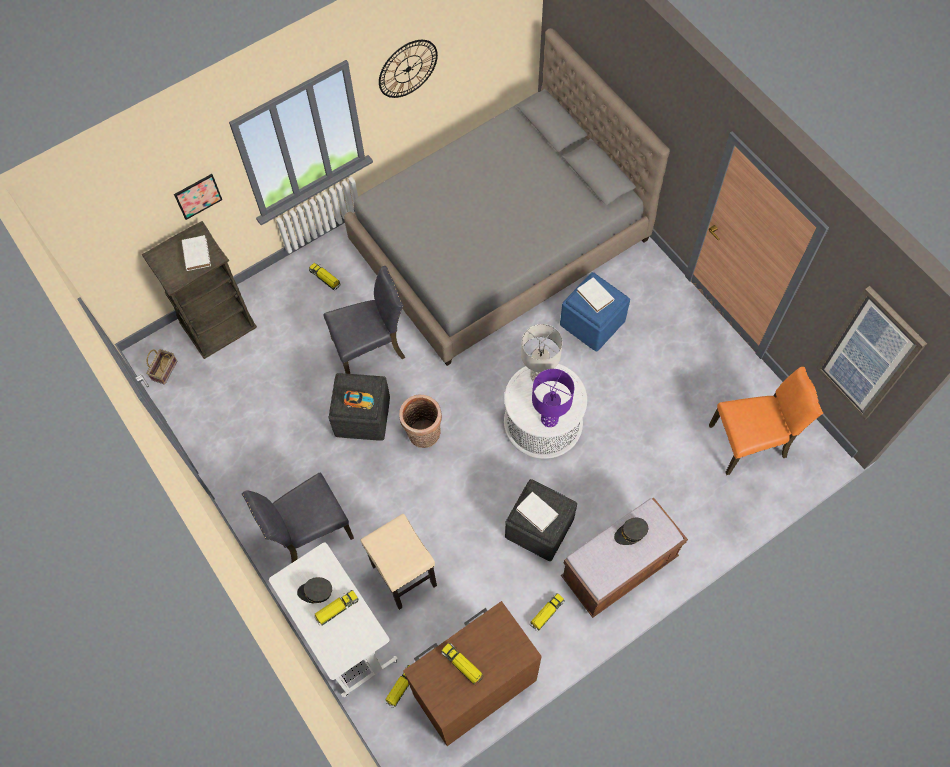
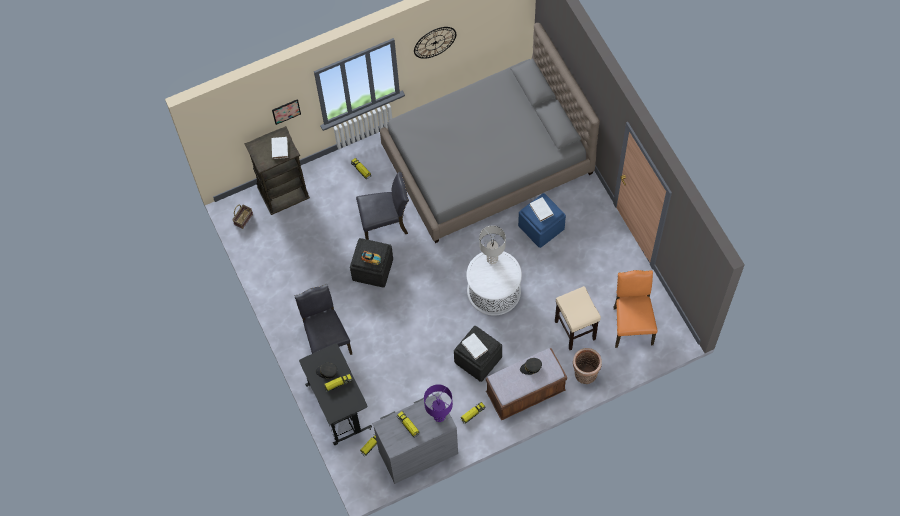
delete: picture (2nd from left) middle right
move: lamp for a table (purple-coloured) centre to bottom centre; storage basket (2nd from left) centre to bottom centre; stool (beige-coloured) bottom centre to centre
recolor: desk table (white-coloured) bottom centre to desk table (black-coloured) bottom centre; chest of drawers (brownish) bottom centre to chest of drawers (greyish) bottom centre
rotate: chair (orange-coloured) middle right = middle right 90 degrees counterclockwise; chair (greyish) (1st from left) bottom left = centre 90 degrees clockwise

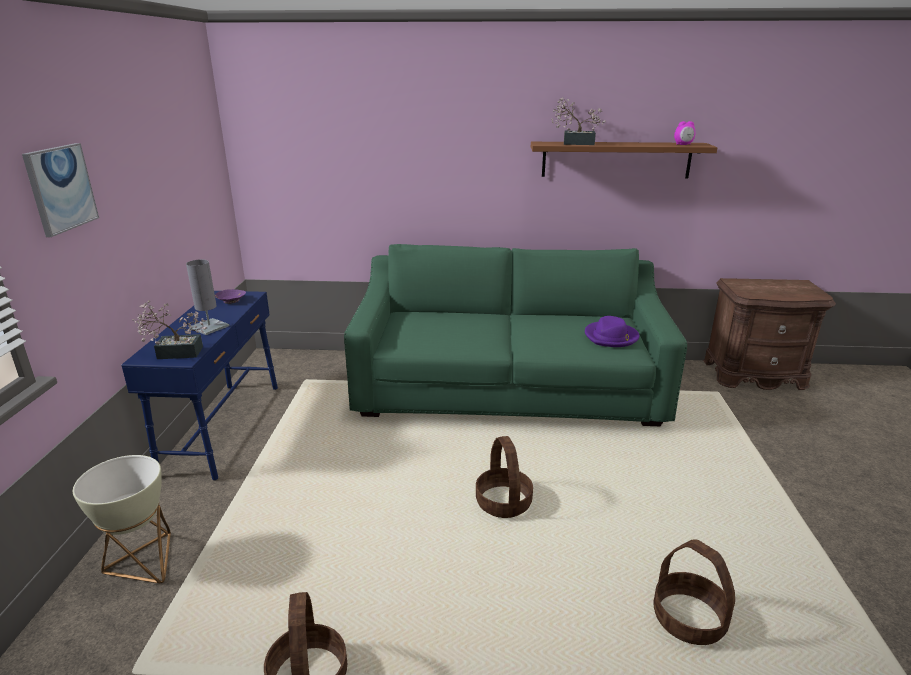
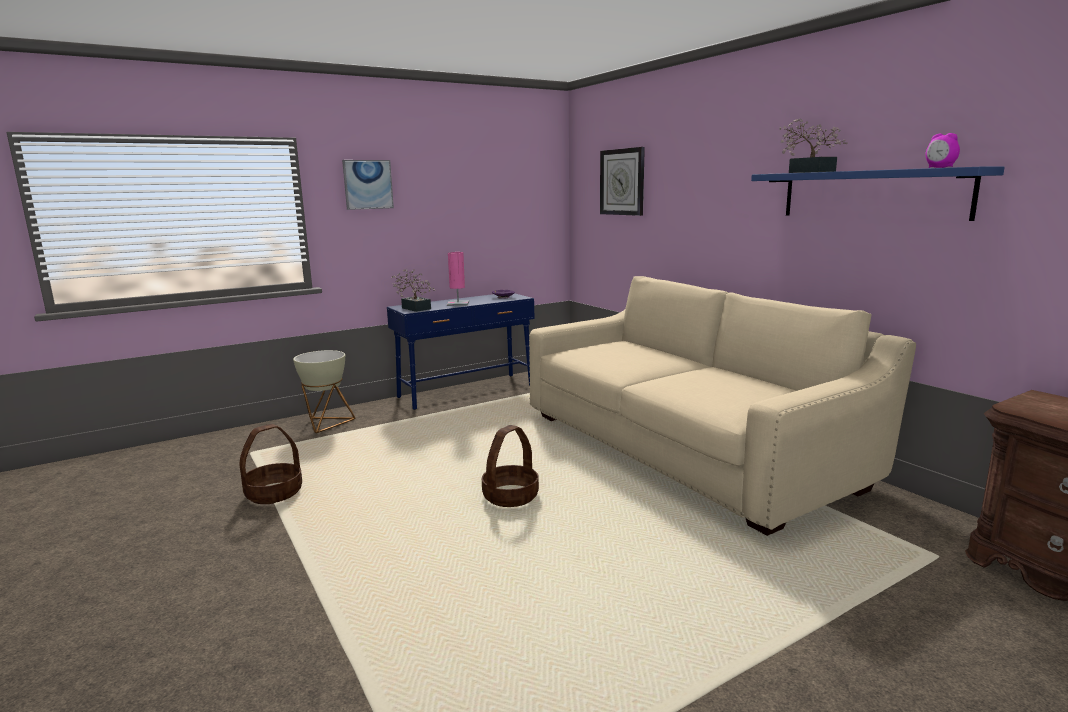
delete: wearable hat (purple-coloured) middle right; storage basket (3rd from left) bottom right
insert: wall clock top centre
recolor: bracket shelf (brownish) top right to bracket shelf (blue) top right; sofa (greenish) centre to sofa (beige-coloured) middle right; lamp for a table (greyish) middle left to lamp for a table (pinkish) centre

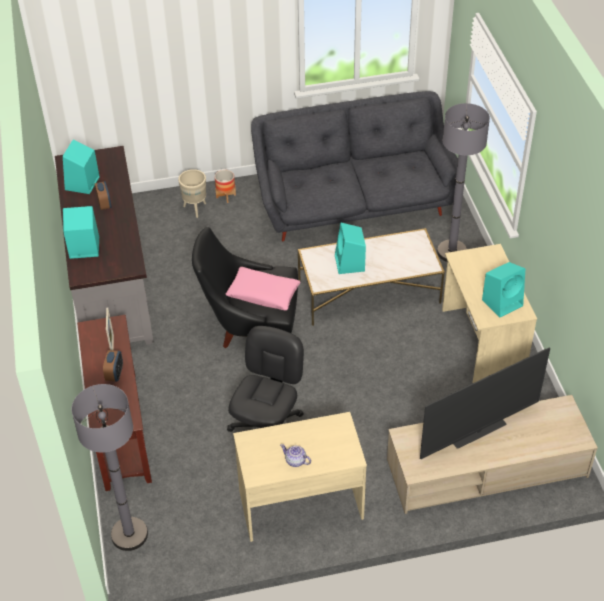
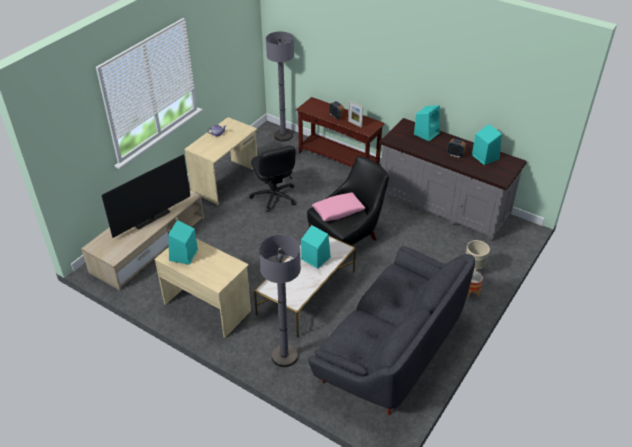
rotate: TV set bottom right = middle left 150 degrees counterclockwise

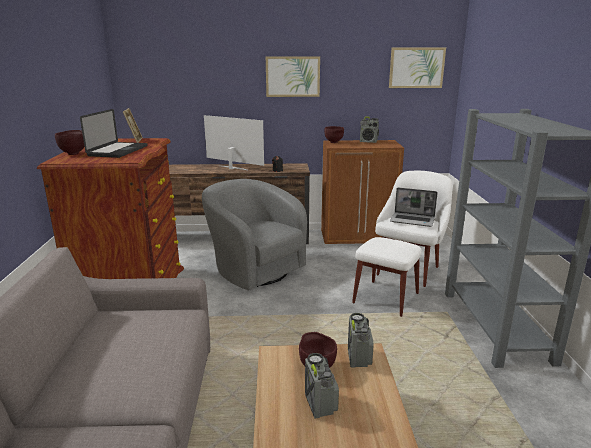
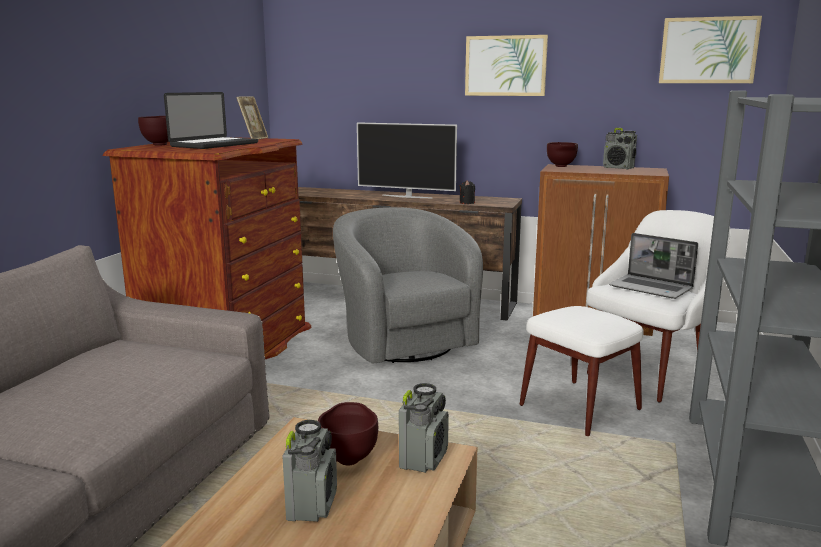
rotate: TV set top centre = top centre 150 degrees clockwise

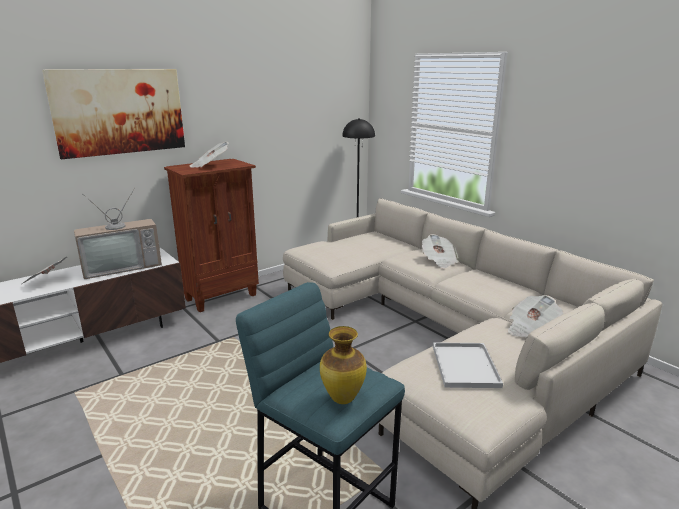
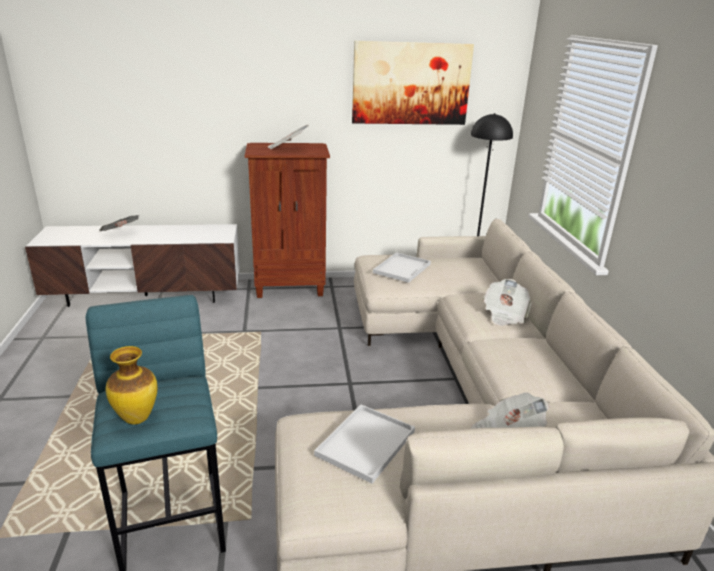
delete: TV set middle left
insert: serving tray (white-coloured) (2nd from left) centre
move: picture top left to top centre

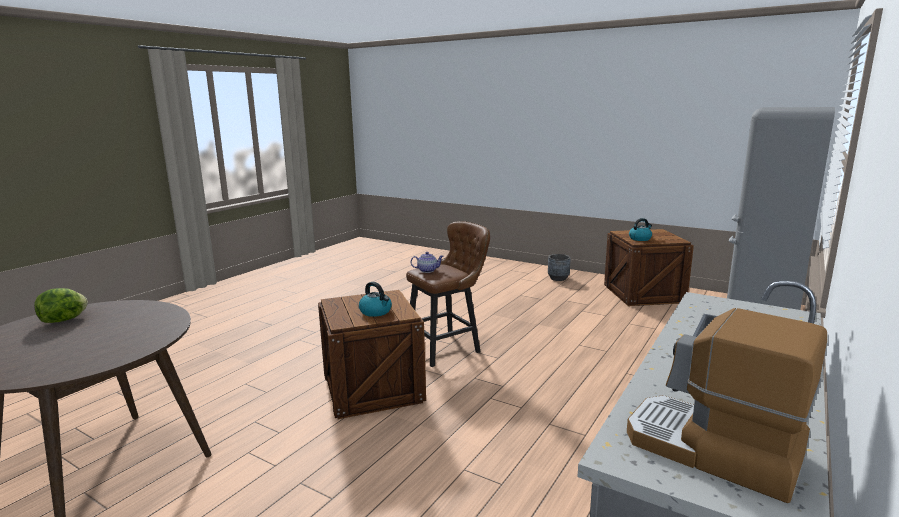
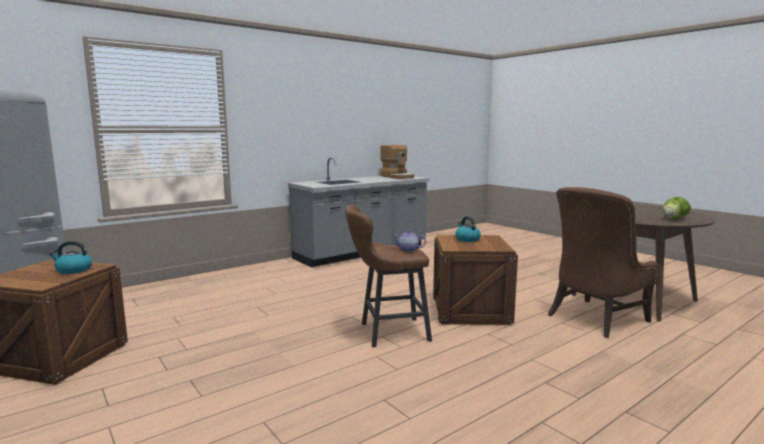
delete: flower pot (greyish) centre
insert: chair (brownish) middle right

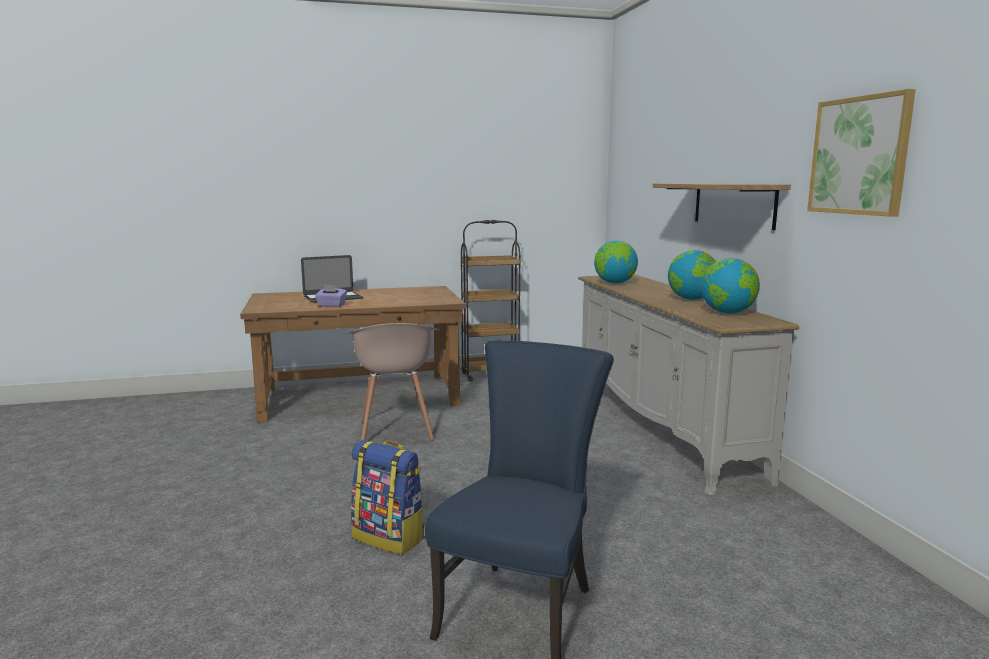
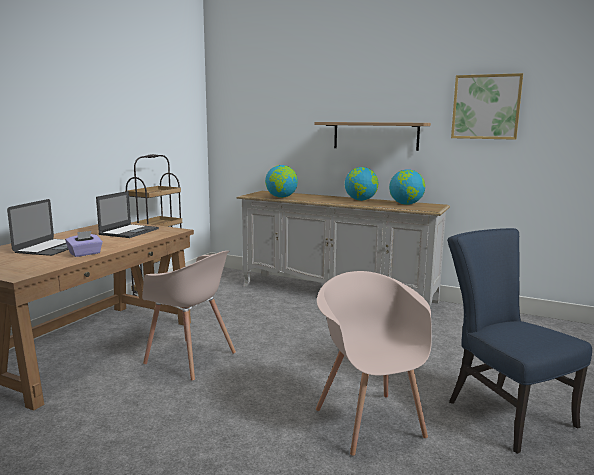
insert: portable computer (2nd from left) middle left
replace: backpack bottom centre to chair (beige-coloured) (2nd from left) bottom centre

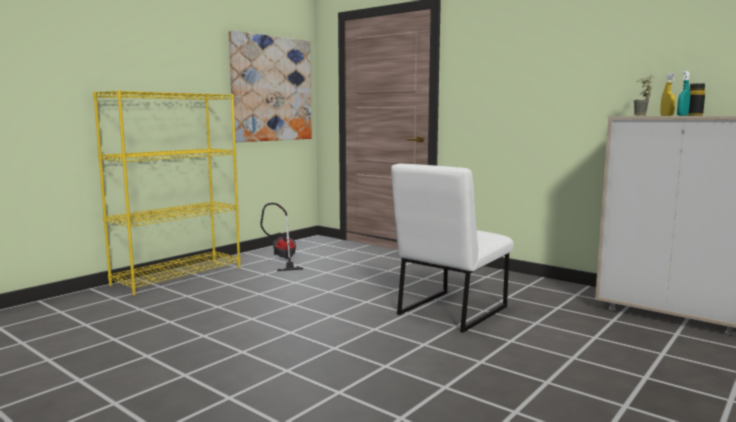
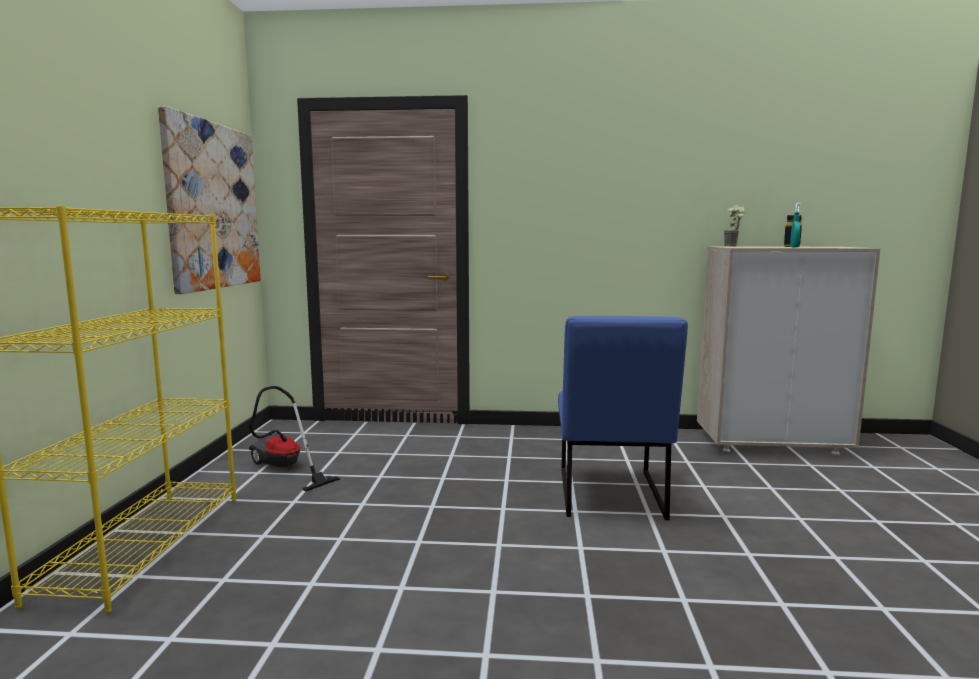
delete: spray bottle (yellow-coloured) top right
recolor: chair (white-coloured) centre to chair (blue) centre

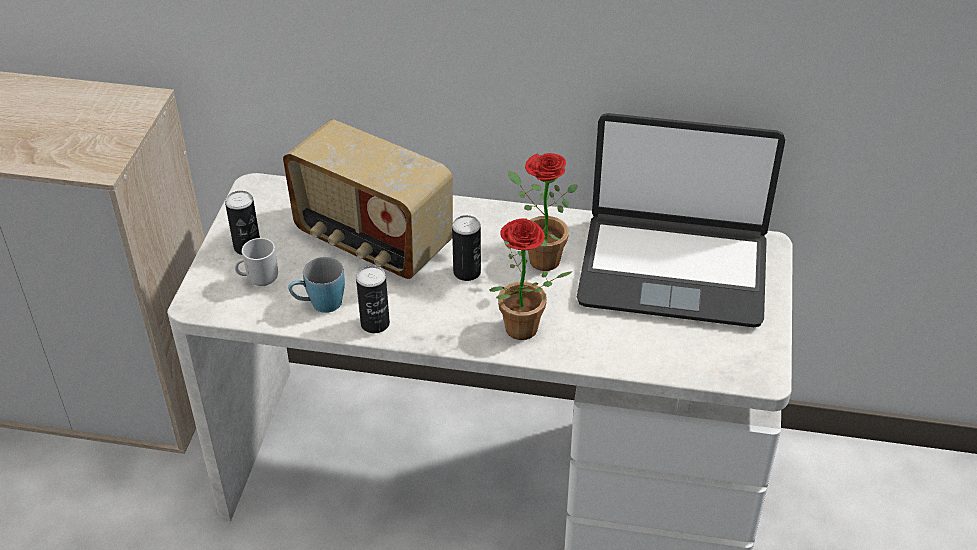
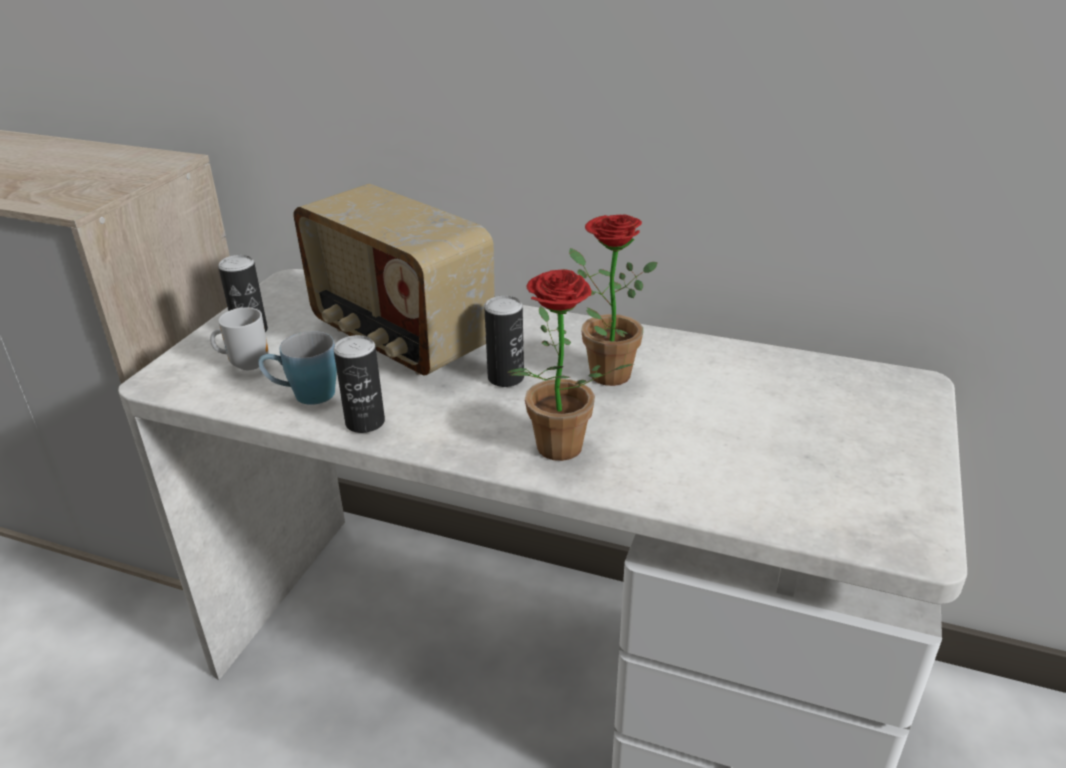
delete: portable computer middle right

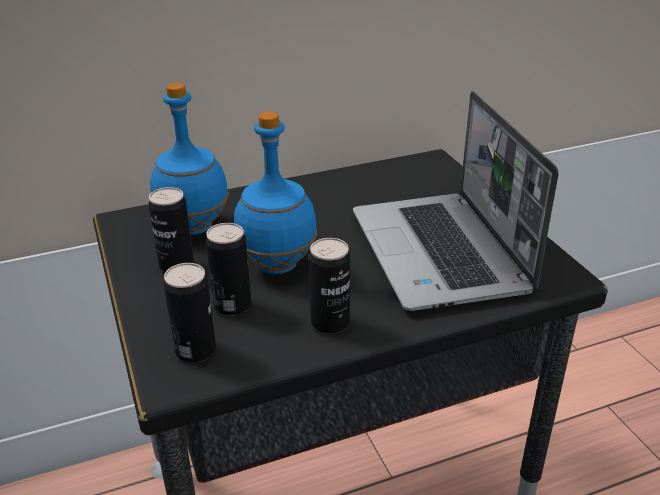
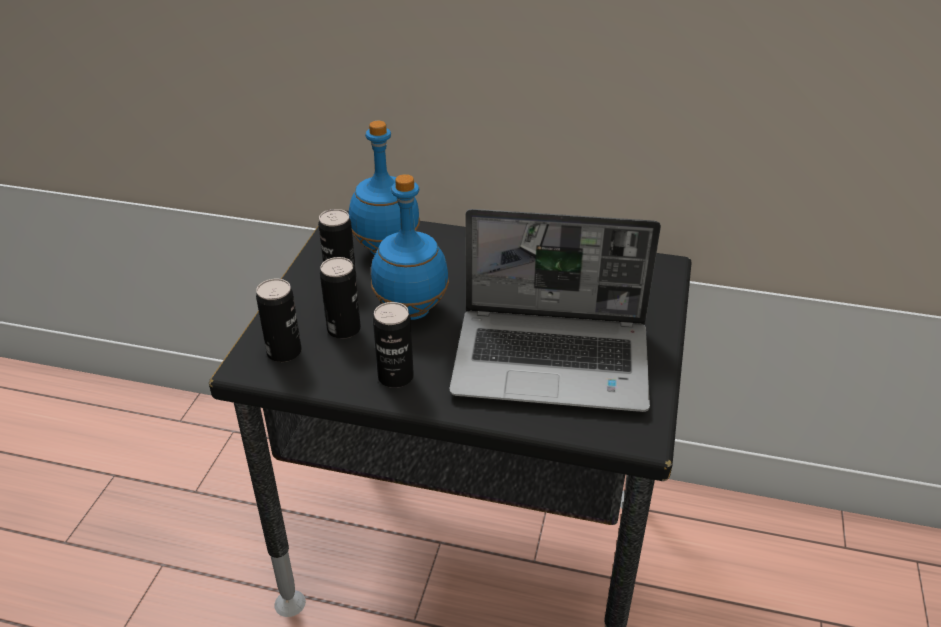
rotate: portable computer middle right = centre 105 degrees counterclockwise

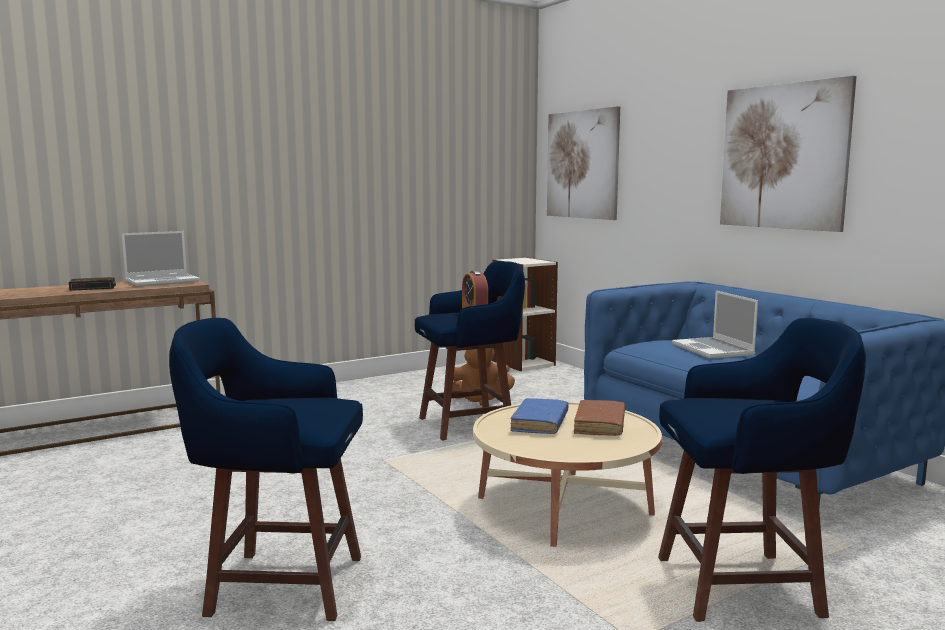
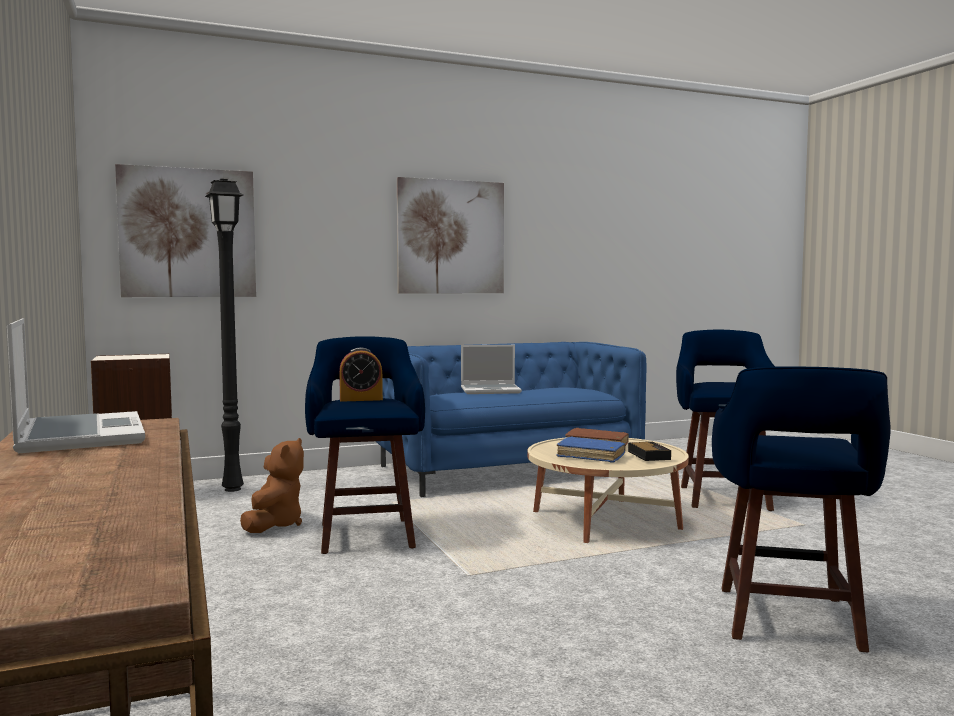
insert: standard lamp (black-coloured) middle left
move: alarm clock (1st from left in the first image) middle left to alarm clock (2nd from left) middle right

